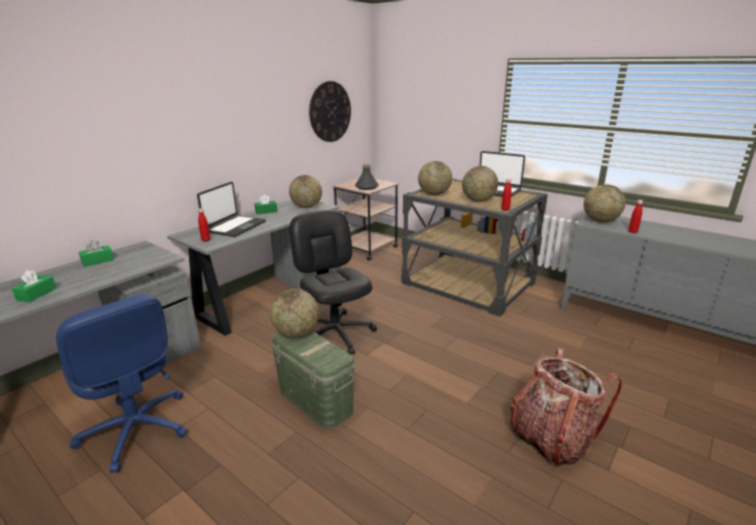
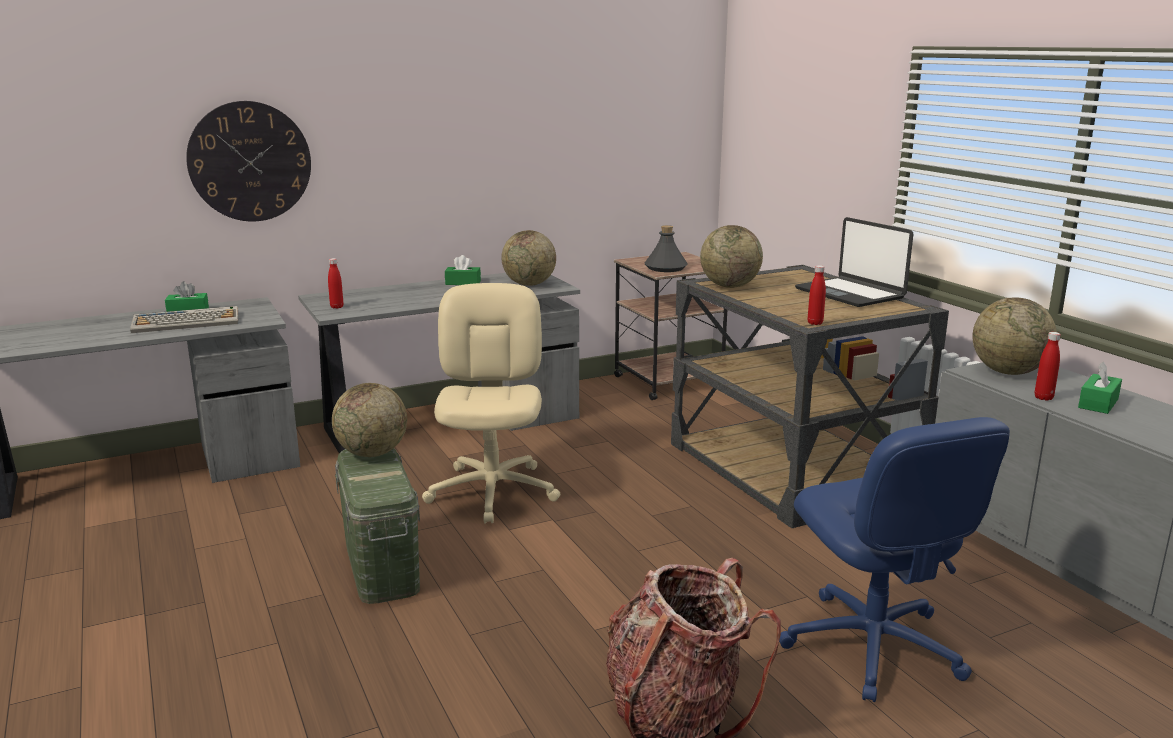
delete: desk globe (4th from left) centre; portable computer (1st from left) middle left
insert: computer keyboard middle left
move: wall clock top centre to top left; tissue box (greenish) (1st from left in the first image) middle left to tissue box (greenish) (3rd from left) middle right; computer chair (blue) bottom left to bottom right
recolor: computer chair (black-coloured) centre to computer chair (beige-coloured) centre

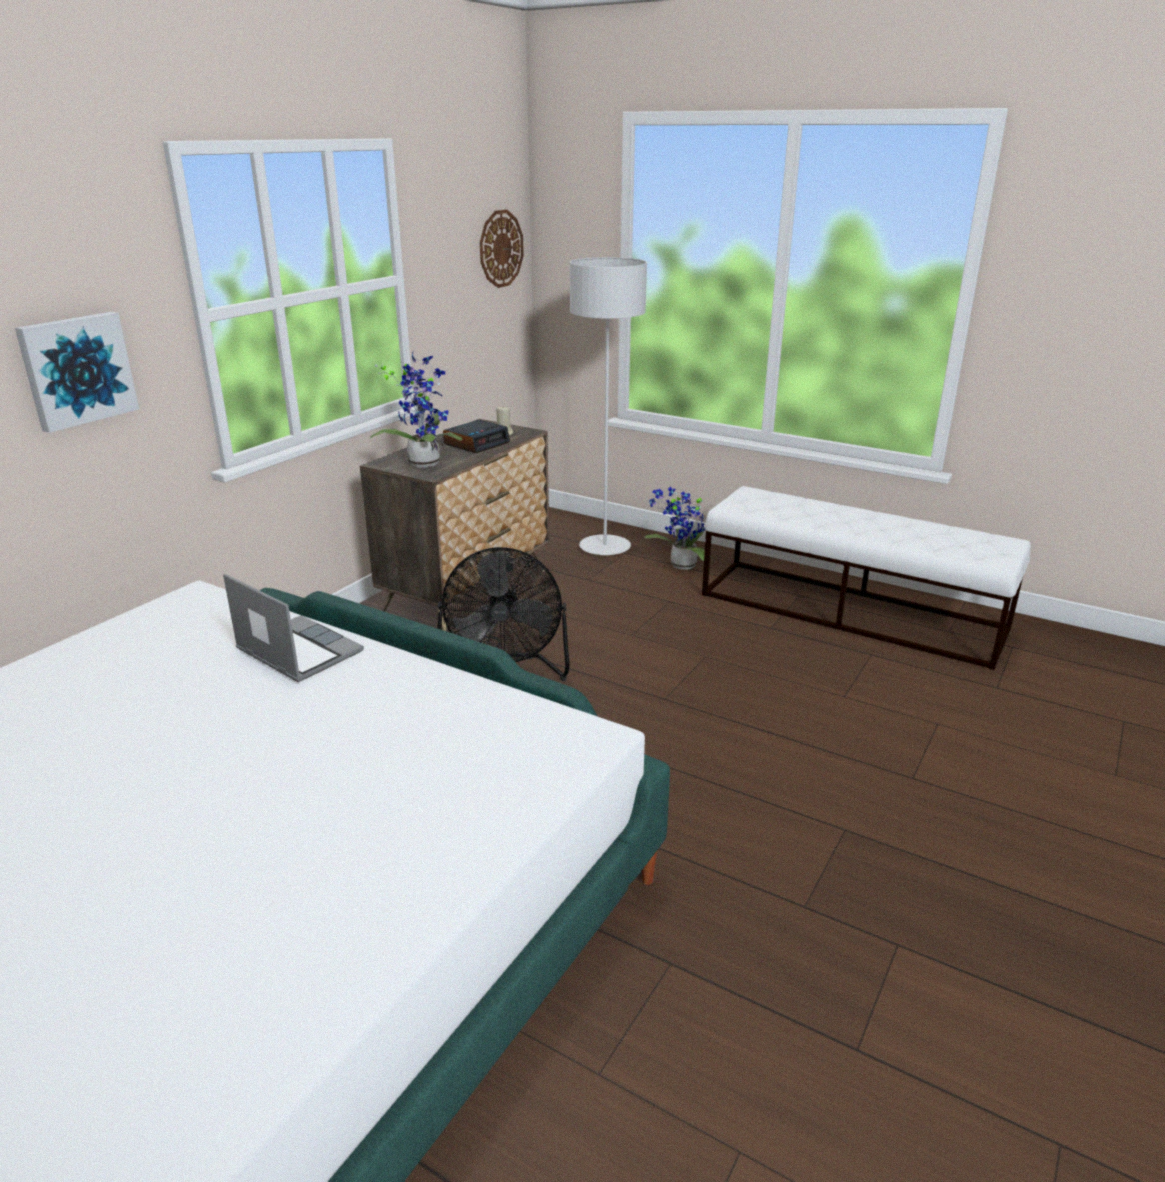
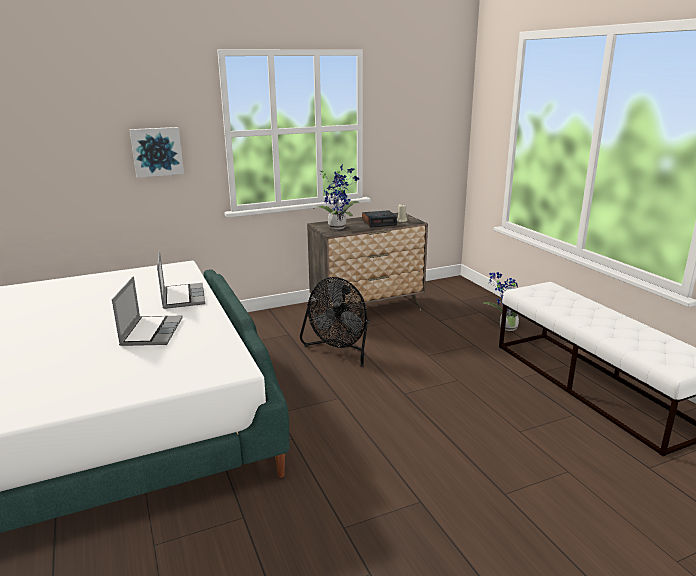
delete: wall clock top centre; standard lamp (greyish) centre
insert: portable computer (1st from left) middle left

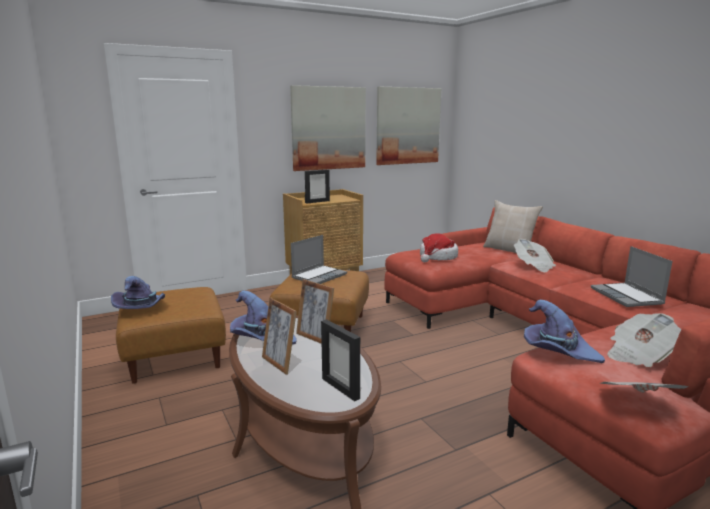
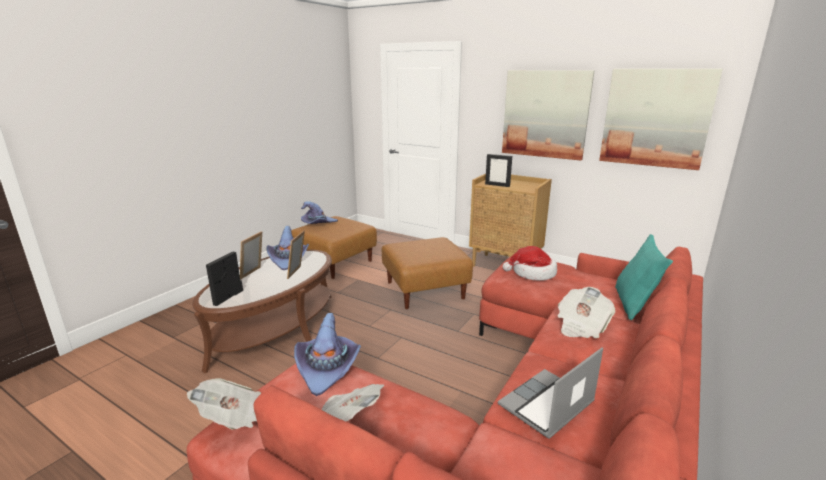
delete: portable computer (1st from left) centre
recolor: pillow (beige-coloured) middle right to pillow (turquoise) middle right

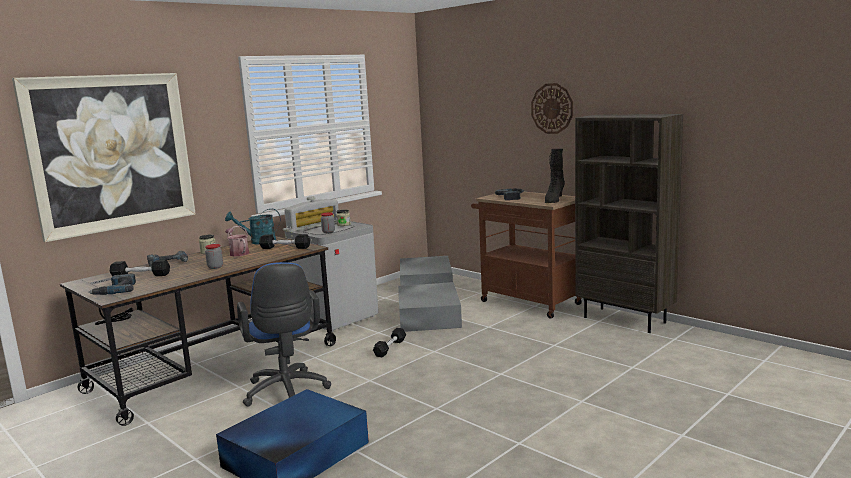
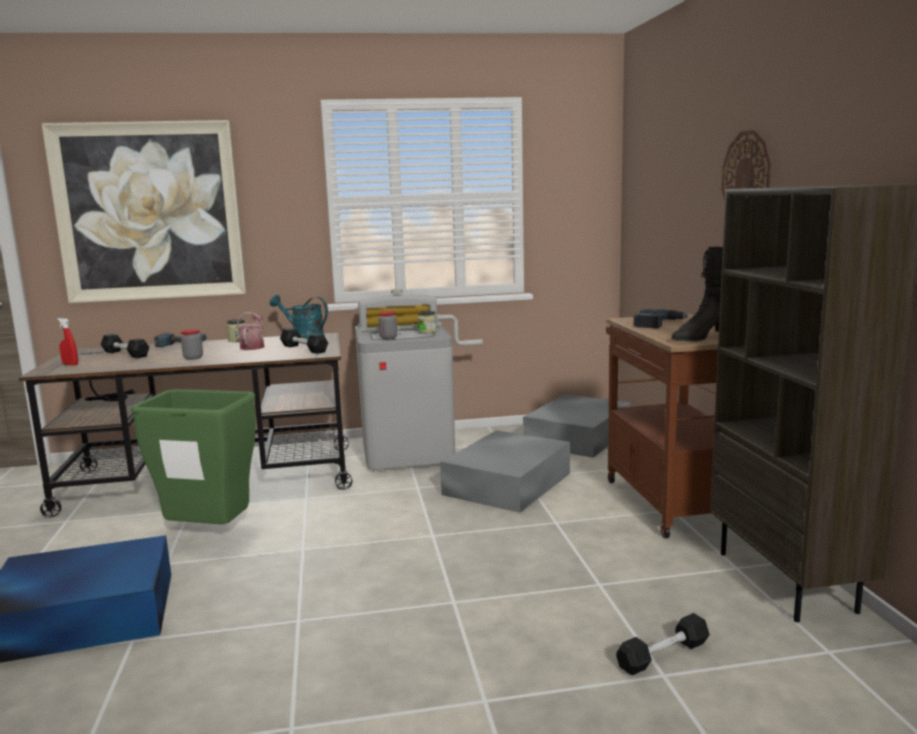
move: free weight (black-coloured) (3rd from left) bottom centre to bottom right
replace: computer chair (blue) bottom centre to waste bin (greenish) middle left; drill (1st from left) middle left to spray bottle (red) middle left

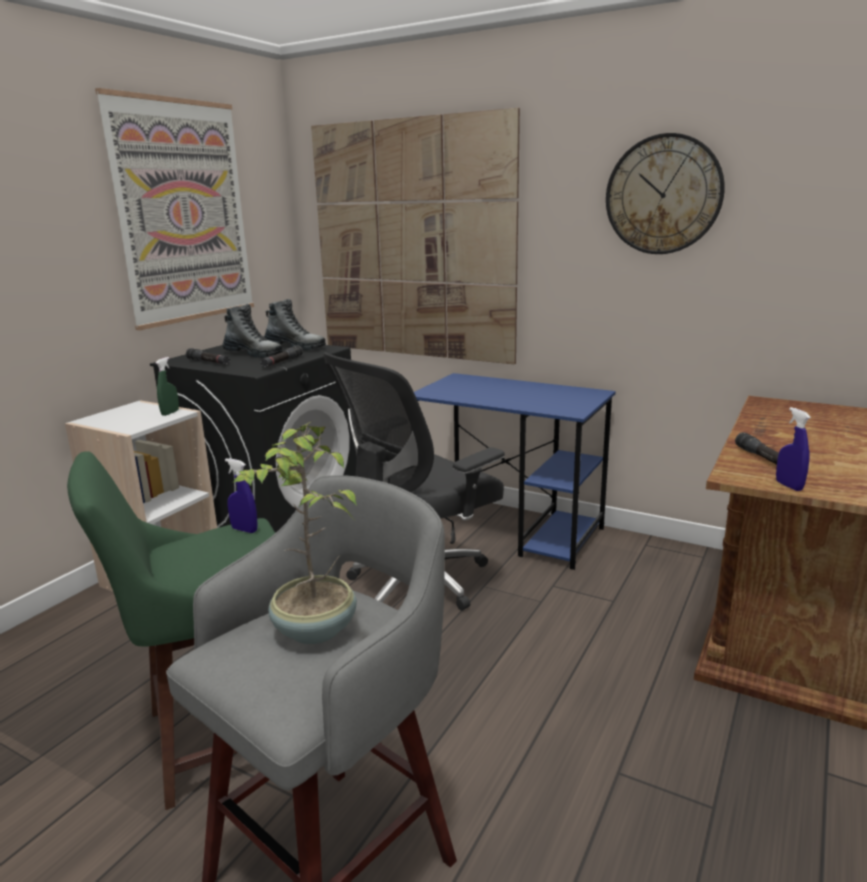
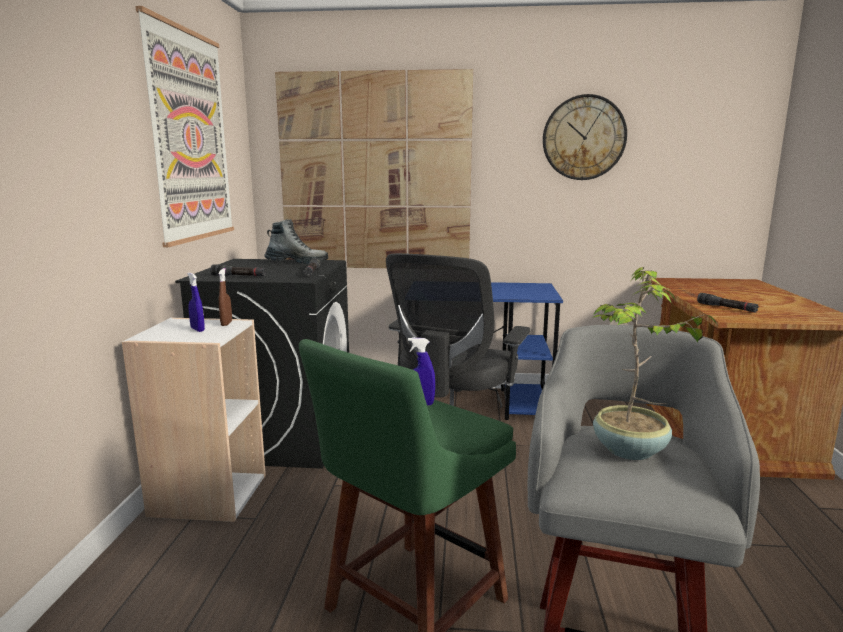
delete: tall boot (1st from left) middle left
move: spray bottle (blue) (2nd from left in the first image) middle right to spray bottle (blue) (1st from left) middle left
recolor: spray bottle (greenish) middle left to spray bottle (brownish) middle left

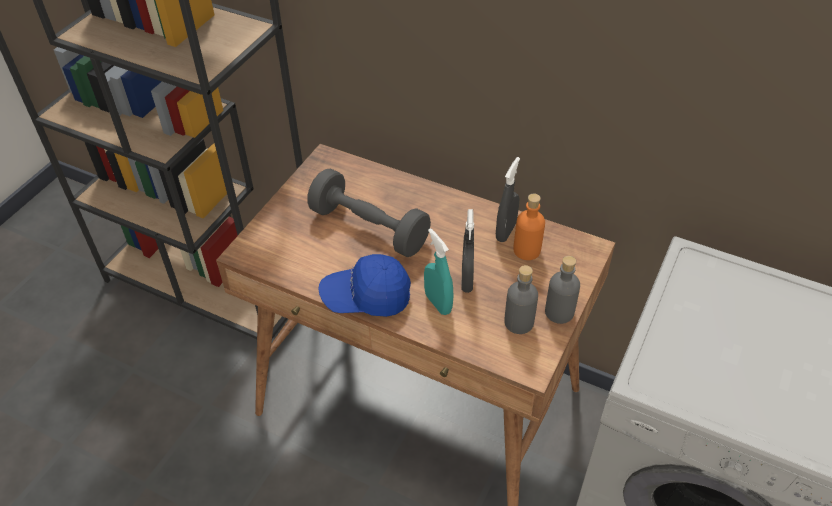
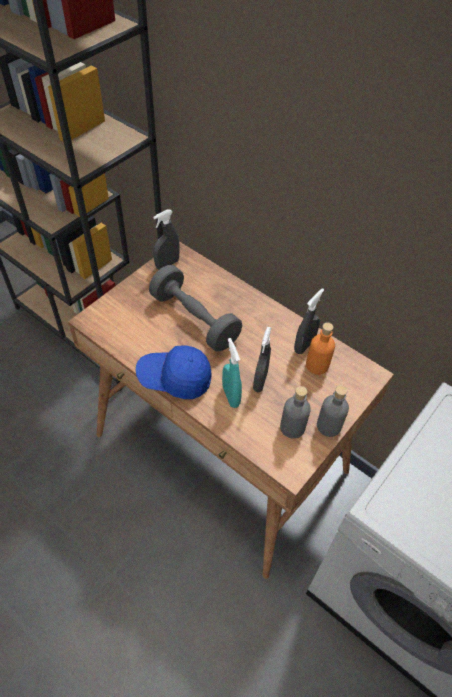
insert: spray bottle (greyish) (1st from left) centre

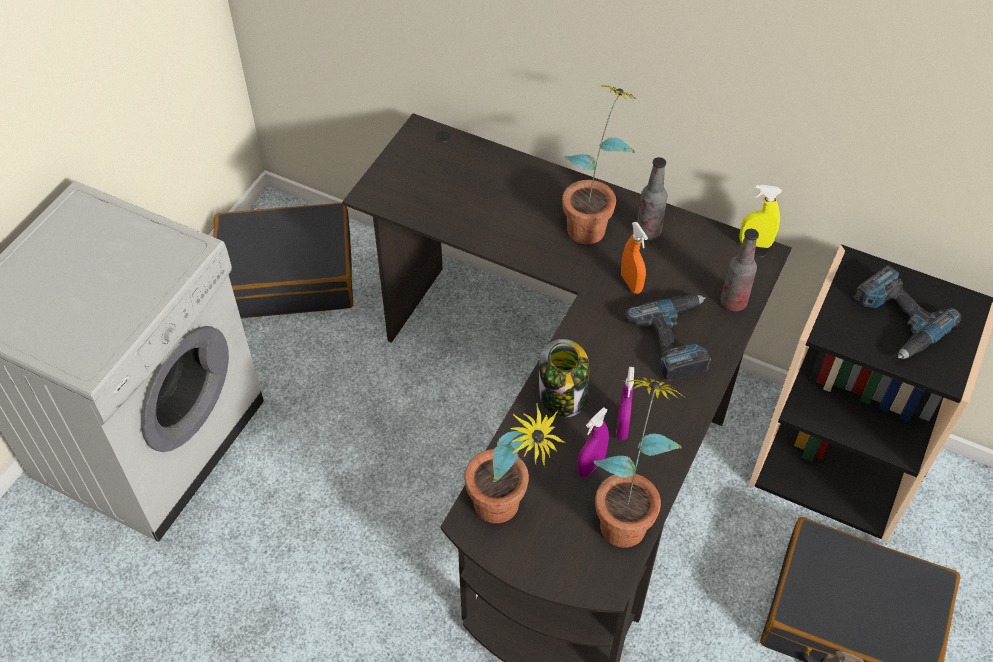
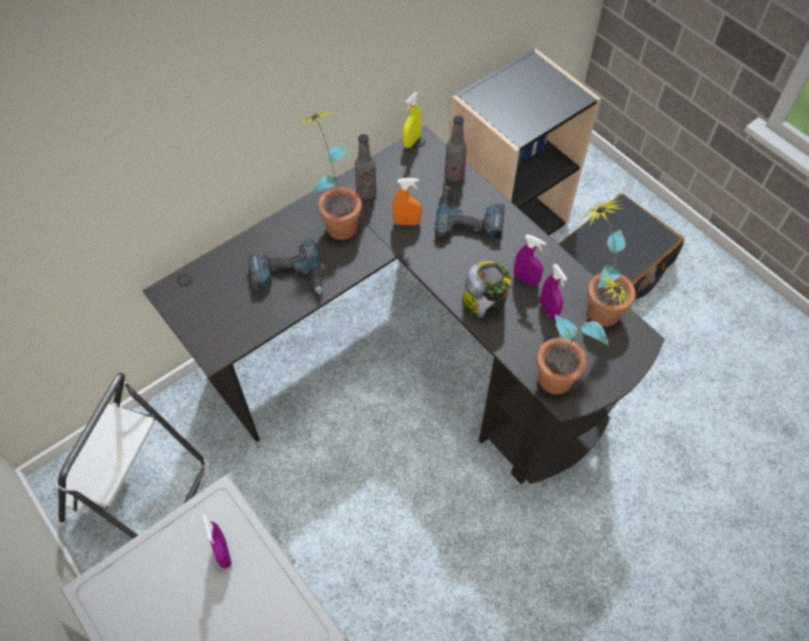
insert: spray bottle (purple-coloured) (1st from left) bottom left
move: drill (2nd from left in the first image) middle right to drill (1st from left) centre
replace: travel case (black-coloured) (1st from left) middle left to step stool (white-coloured) bottom left

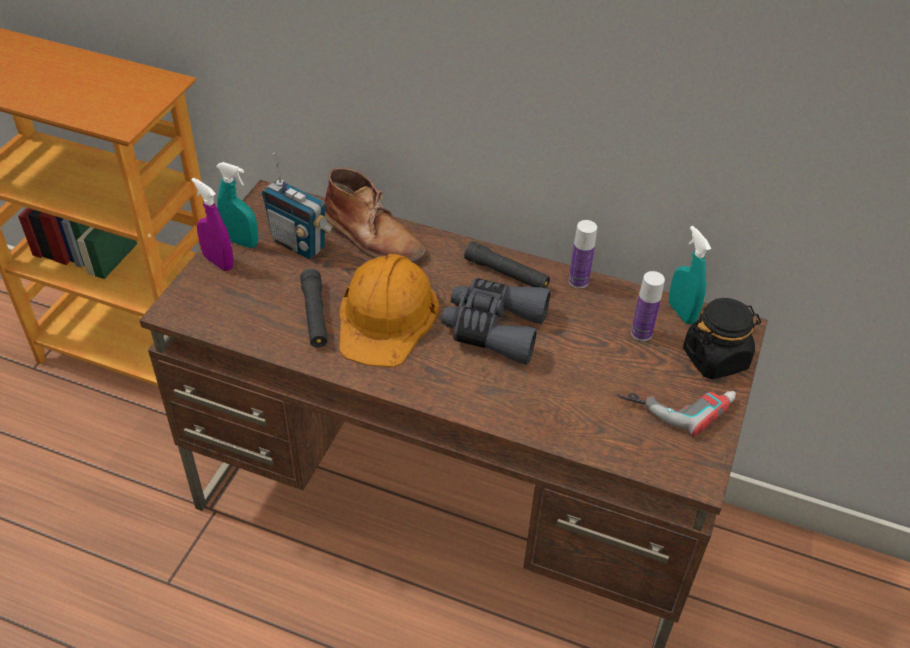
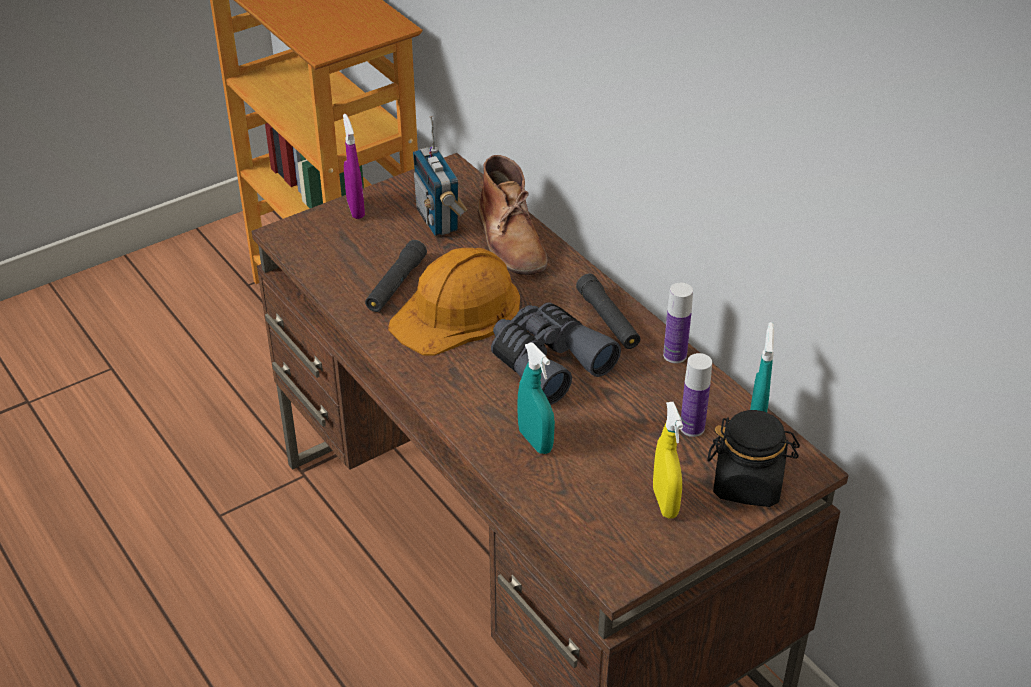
move: spray bottle (turquoise) (1st from left) top left to centre
replace: drill middle right to spray bottle (yellow-coloured) bottom centre

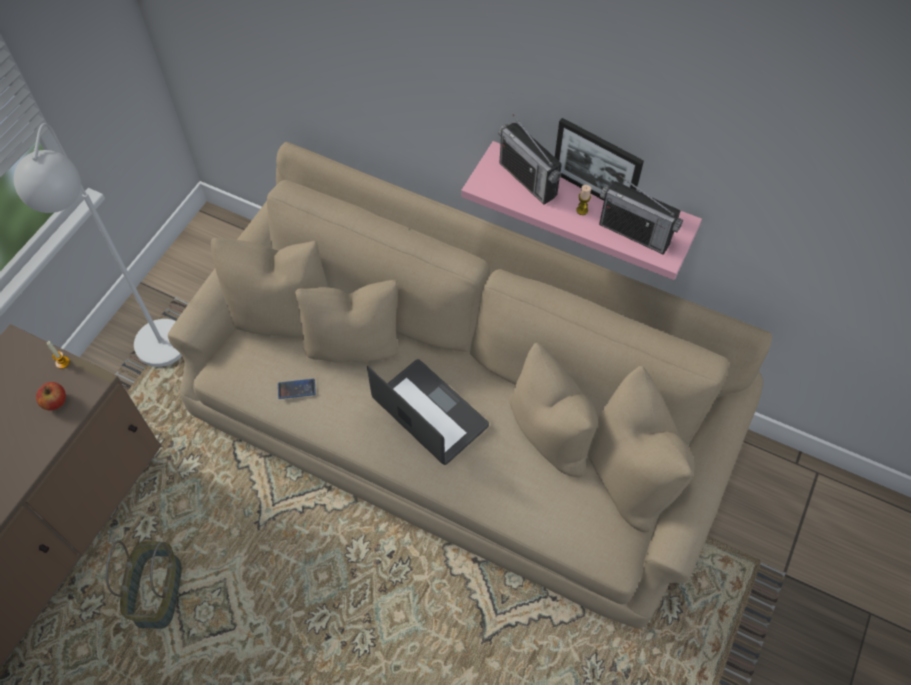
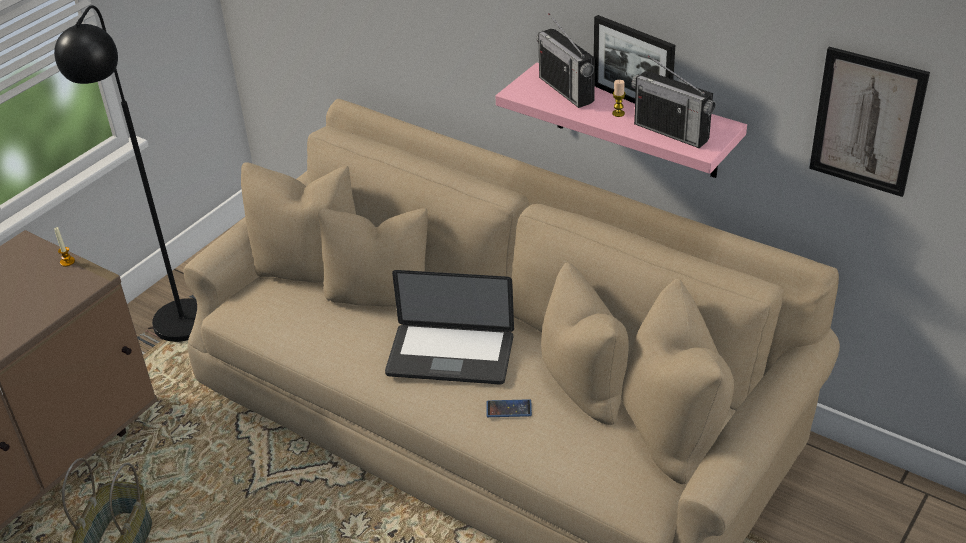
delete: apple fruit middle left
insert: picture top right
move: phone middle left to bottom centre
recolor: standard lamp (white-coloured) middle left to standard lamp (black-coloured) top left
rotate: portable computer centre = centre 135 degrees clockwise

